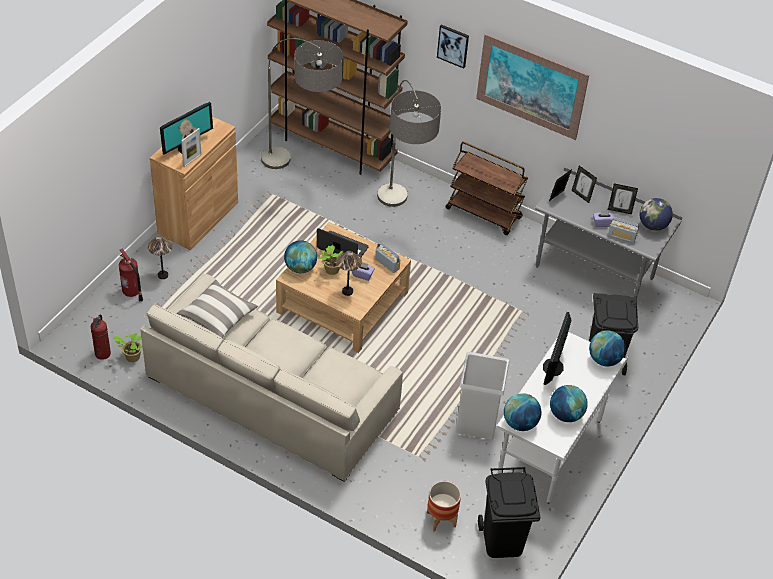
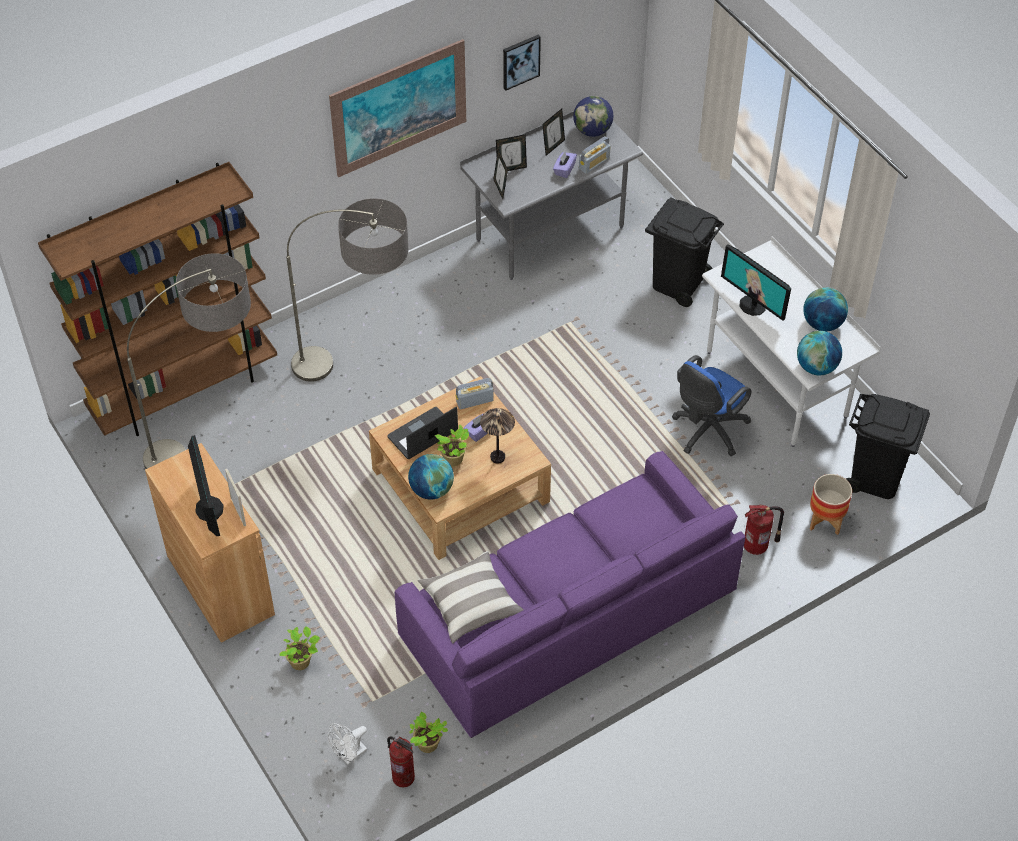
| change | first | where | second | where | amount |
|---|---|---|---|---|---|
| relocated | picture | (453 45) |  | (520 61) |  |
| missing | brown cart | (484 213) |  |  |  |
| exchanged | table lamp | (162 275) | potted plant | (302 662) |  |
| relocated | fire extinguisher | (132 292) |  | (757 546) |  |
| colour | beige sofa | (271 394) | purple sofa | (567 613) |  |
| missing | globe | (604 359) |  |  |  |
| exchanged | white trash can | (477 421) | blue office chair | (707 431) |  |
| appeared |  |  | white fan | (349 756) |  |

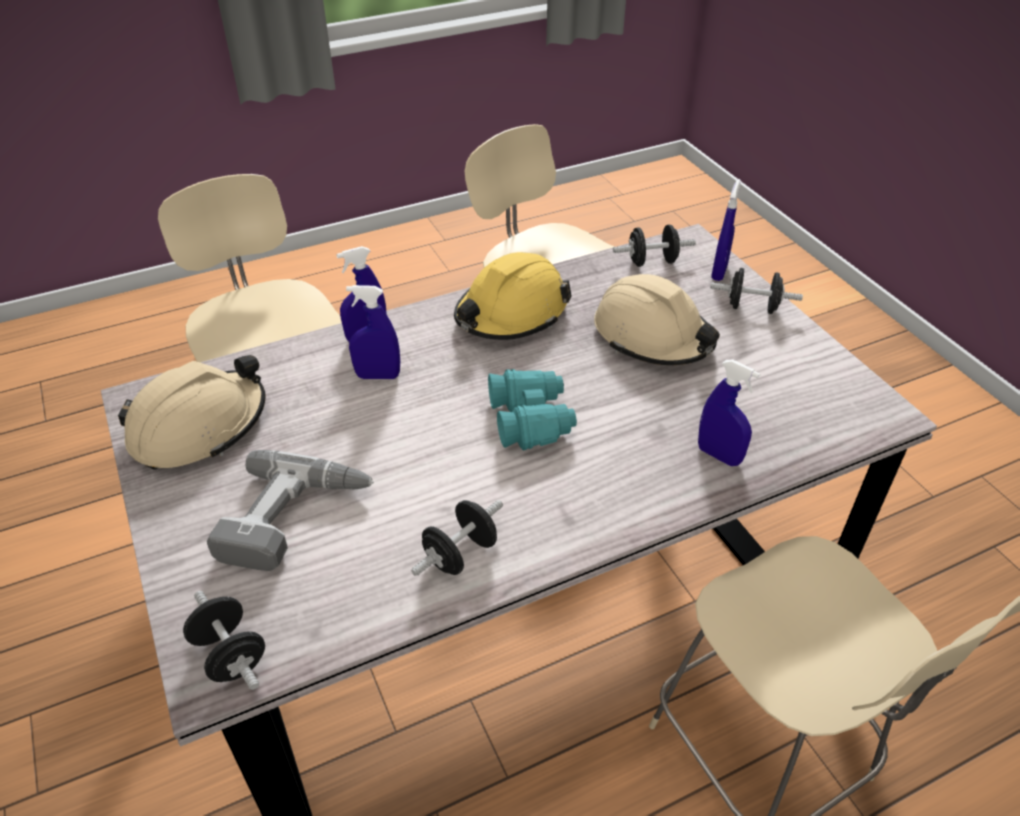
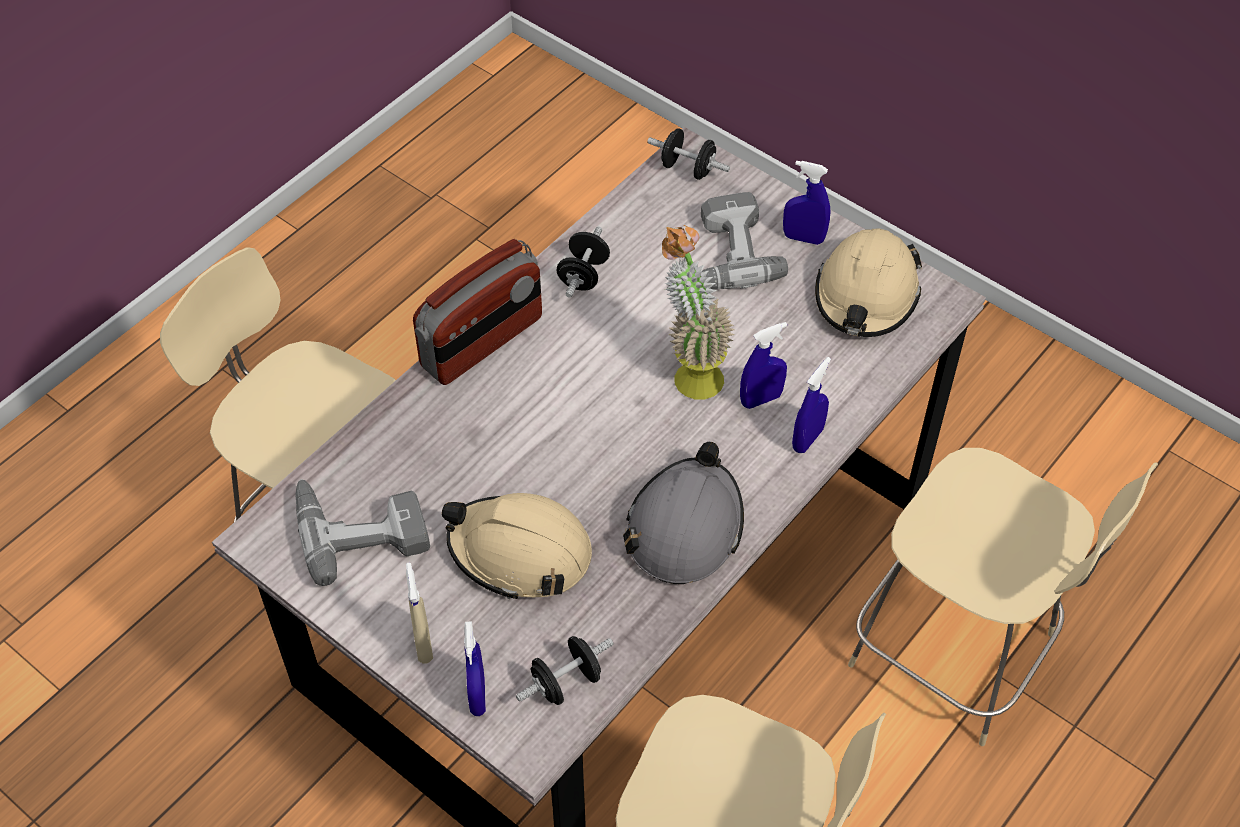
| change | first | where | second | where | amount |
|---|---|---|---|---|---|
| colour | yellow hard hat | (511 313) | grey hard hat | (685 527) |  |
| exchanged | black dumbbell | (752 307) | beige spray bottle | (423 644) |  |
| relocated | blue spray bottle | (719 455) |  | (803 238) |  |
| missing | turquoise binoculars | (531 419) |  |  |  |
| appeared |  |  | potted plant | (690 371) |  |
| appeared |  |  | radio | (483 343) |  |
| appeared |  |  | power drill | (360 527) |  |

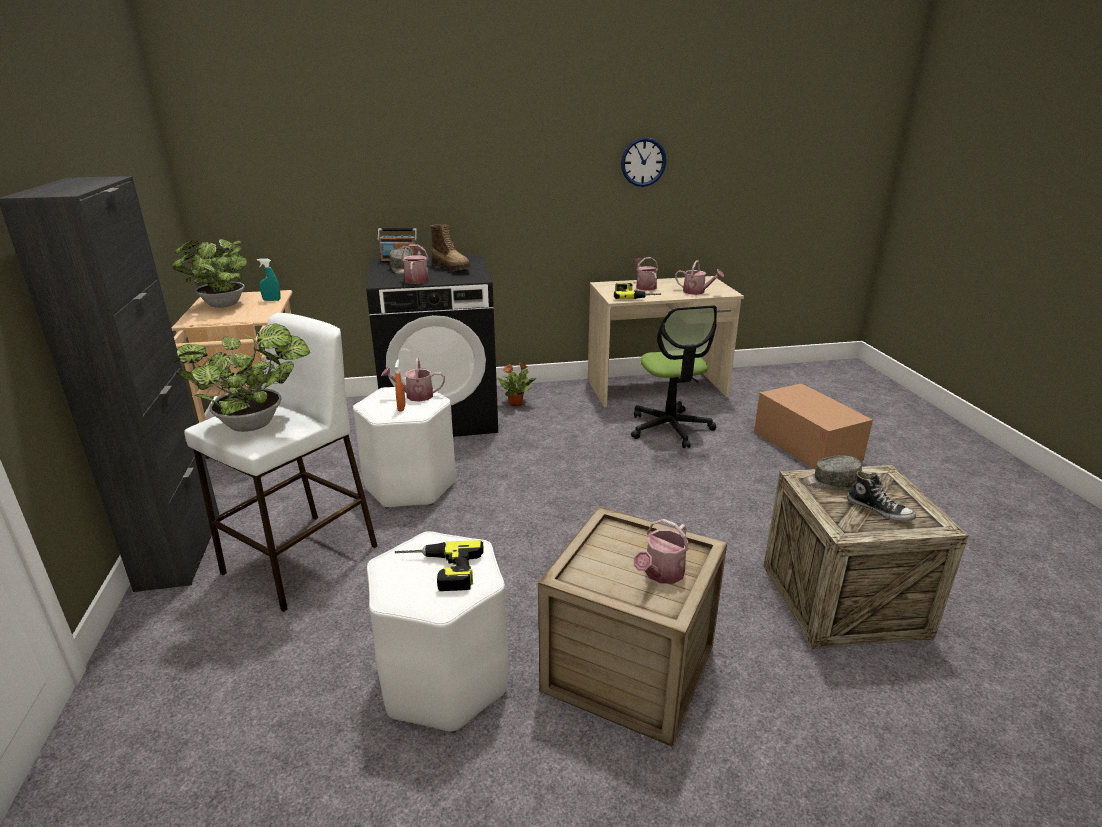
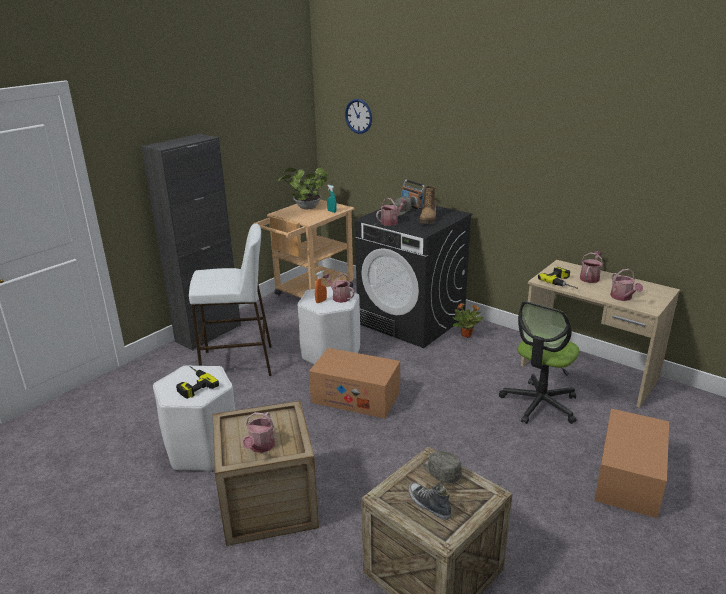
| change | first | where | second | where | amount |
|---|---|---|---|---|---|
| relocated | wall clock | (643 162) |  | (358 116) |  |
| missing | potted plant | (256 424) |  |  |  |
| spun | shoe | (879 510) |  | (428 504) | 135 degrees clockwise |
| spun | watering can | (661 574) |  | (260 447) | 75 degrees counterclockwise |
| appeared |  |  | cardboard box | (355 397) |  |

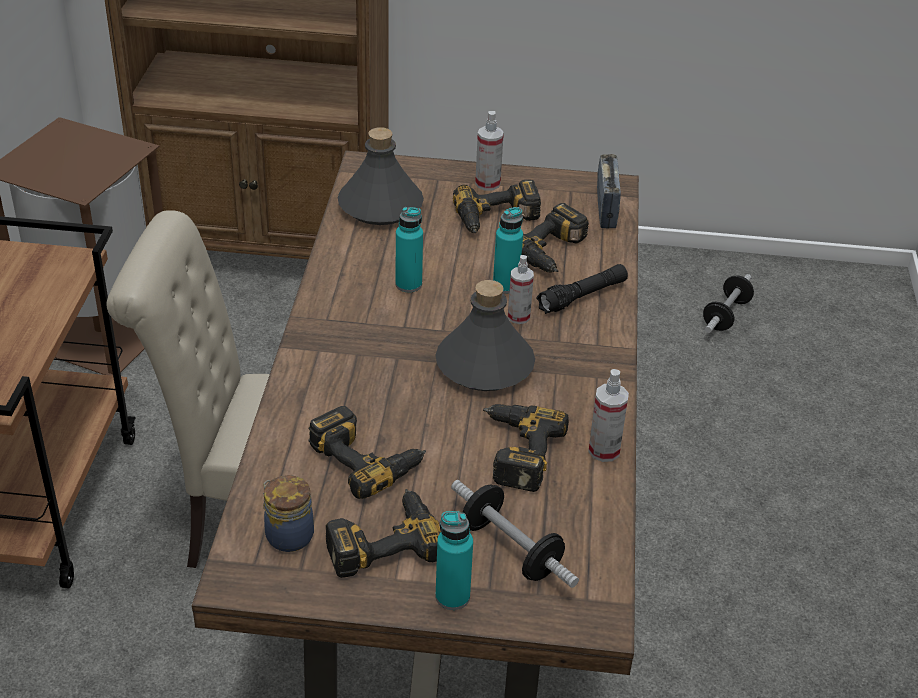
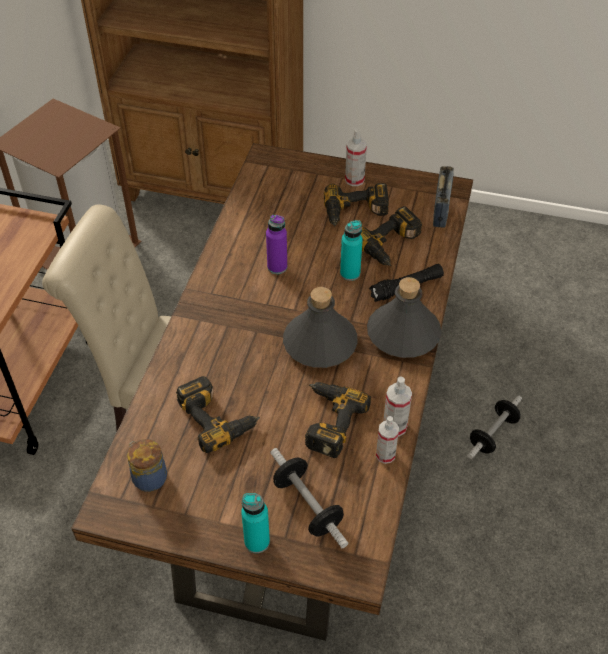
| change | first | where | second | where | amount |
|---|---|---|---|---|---|
| relocated | grey bottle | (380 206) |  | (403 334) |  |
| colour | turquoise bottle | (408 284) | purple bottle | (277 267) |  |
| relocated | spray bottle | (518 316) |  | (385 455) |  |
| relocated | dumbbell | (726 315) |  | (493 434) |  |
| missing | power drill | (382 540) |  |  |  |

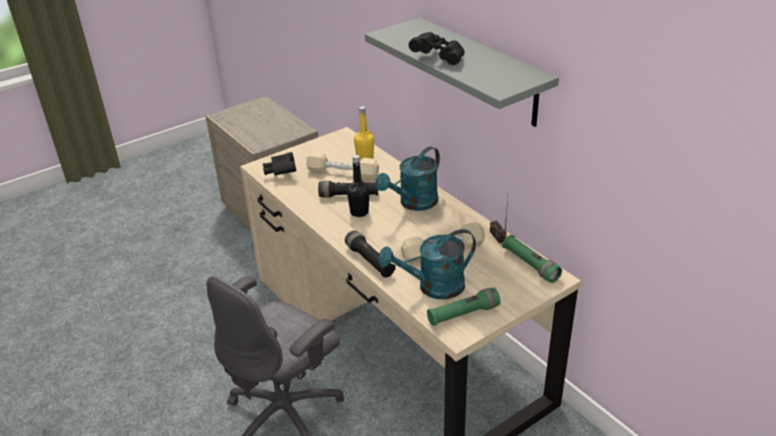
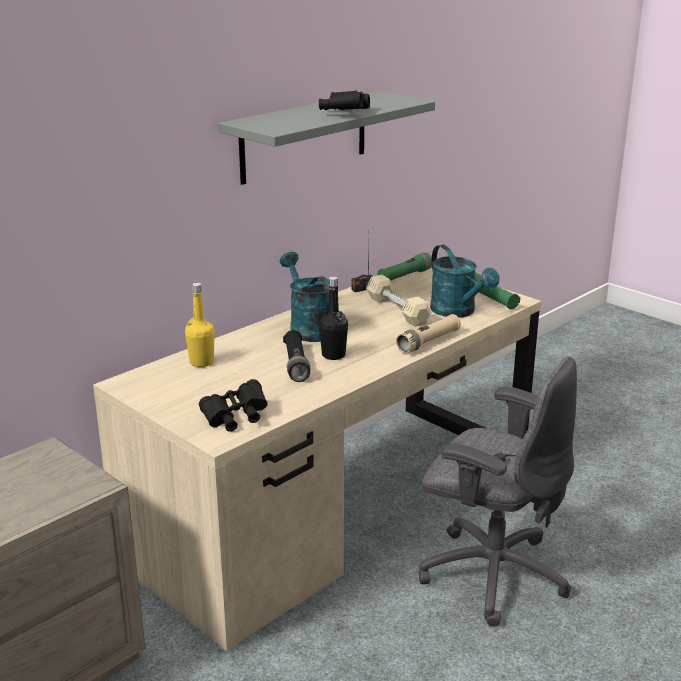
| change | first | where | second | where | amount |
|---|---|---|---|---|---|
| spun | turquoise watering can | (413 203) |  | (308 328) | 150 degrees counterclockwise |
| missing | beige dumbbell | (343 173) |  |  |  |
| colour | black flashlight | (369 261) | beige flashlight | (428 342) |  |

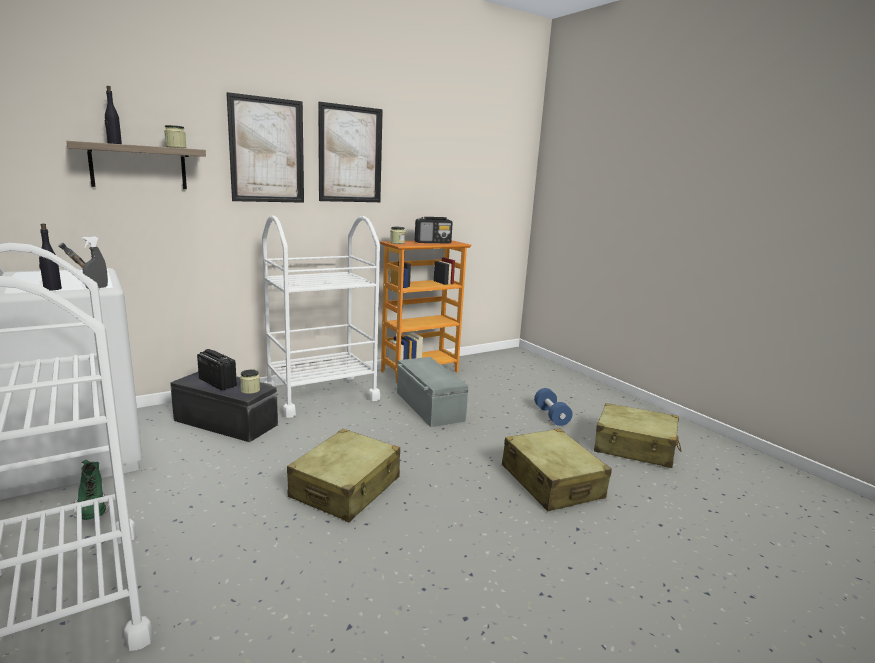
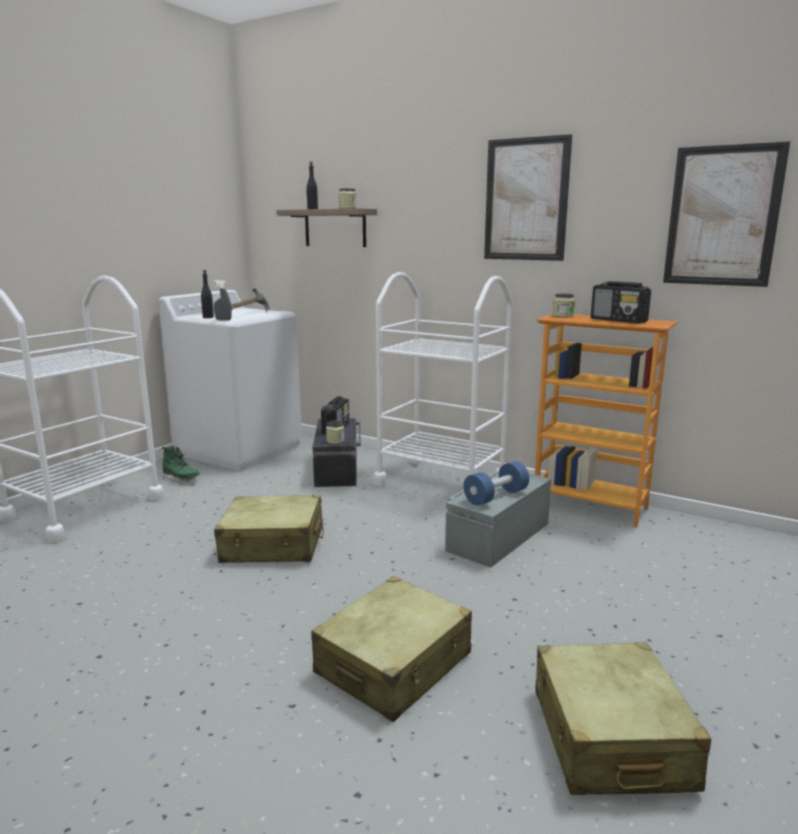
| change | first | where | second | where | amount |
|---|---|---|---|---|---|
| relocated | picture | (267 150) |  | (722 216) |  |
| relocated | blue dumbbell | (551 416) |  | (496 496) |  |
| spun | green boot | (93 511) |  | (181 479) | 90 degrees counterclockwise |

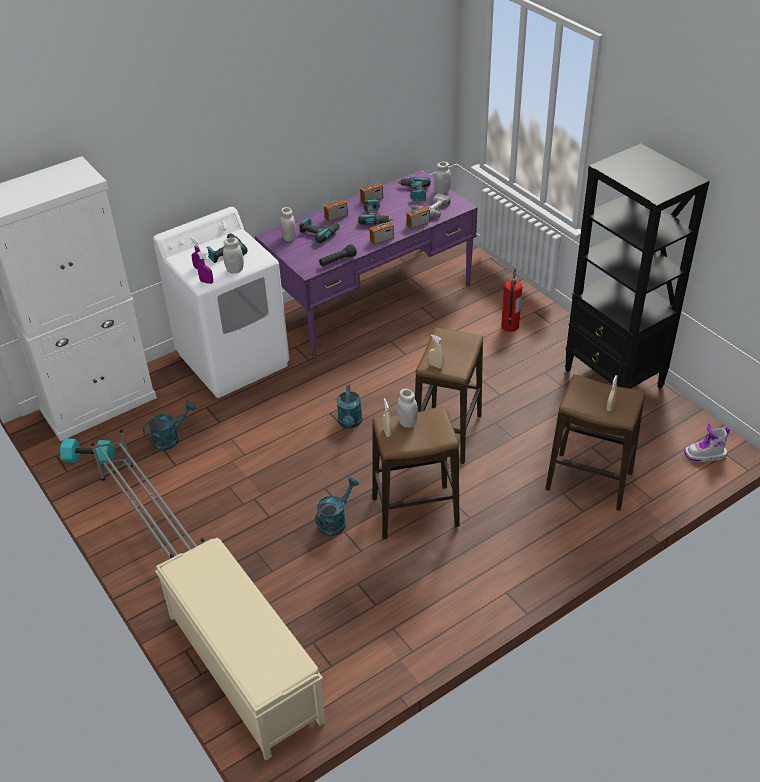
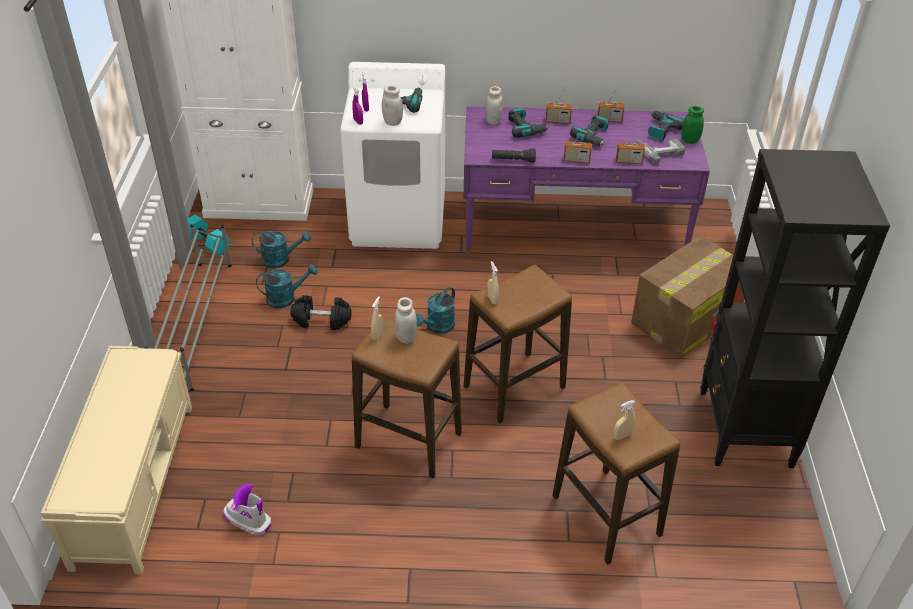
| change | first | where | second | where | amount |
|---|---|---|---|---|---|
| colour | white jar | (442 191) | green jar | (690 140) |  |
| exchanged | fire extinguisher | (510 326) | cardboard box | (686 318) |  |
| relocated | boot | (705 455) |  | (247 520) |  |
| relocated | turquoise watering can | (335 521) |  | (286 298) |  |
| appeared |  |  | black dumbbell | (321 321) |  |

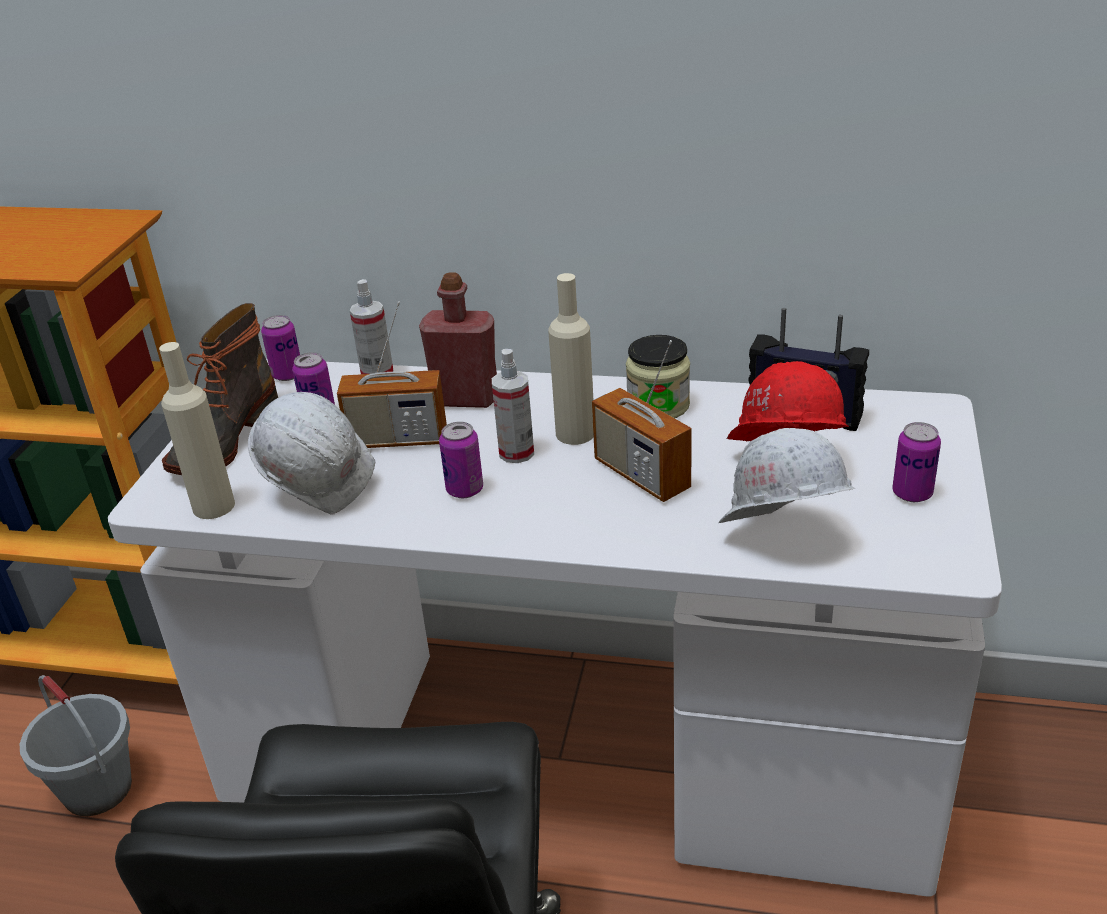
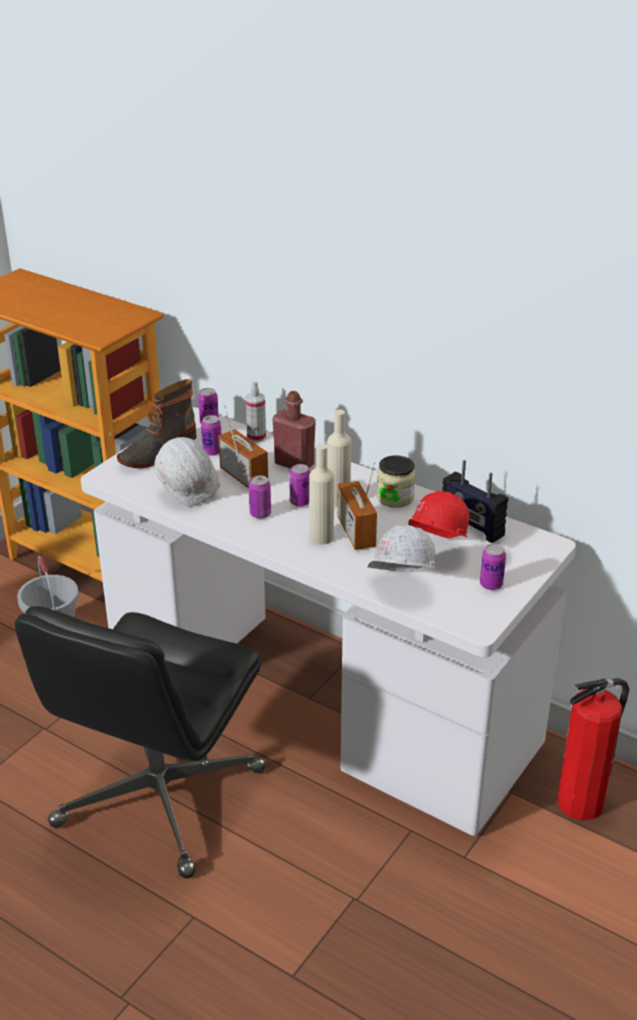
| change | first | where | second | where | amount |
|---|---|---|---|---|---|
| spun | radio | (398 439) |  | (244 477) | 150 degrees counterclockwise |
| relocated | beige bottle | (214 506) |  | (321 537) |  |
| exchanged | spray bottle | (516 453) | can | (300 502) |  |
| appeared |  |  | fire extinguisher | (581 802) |  |

